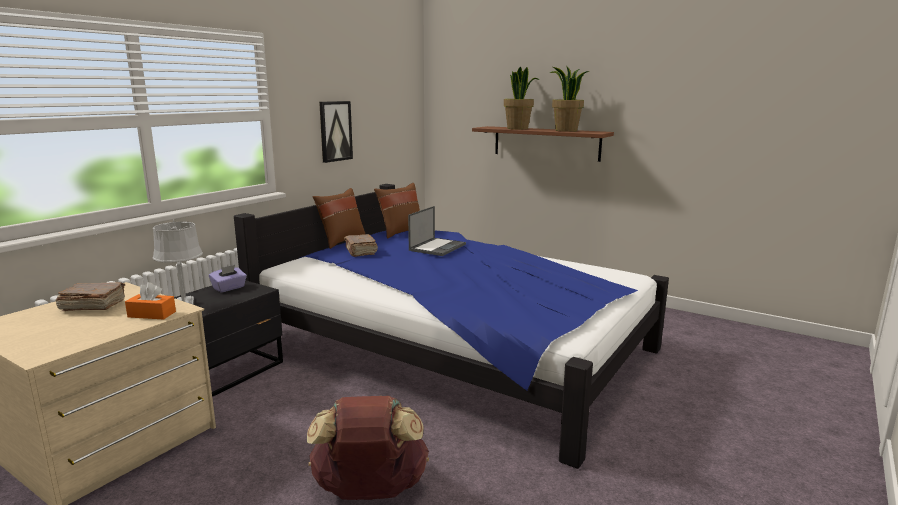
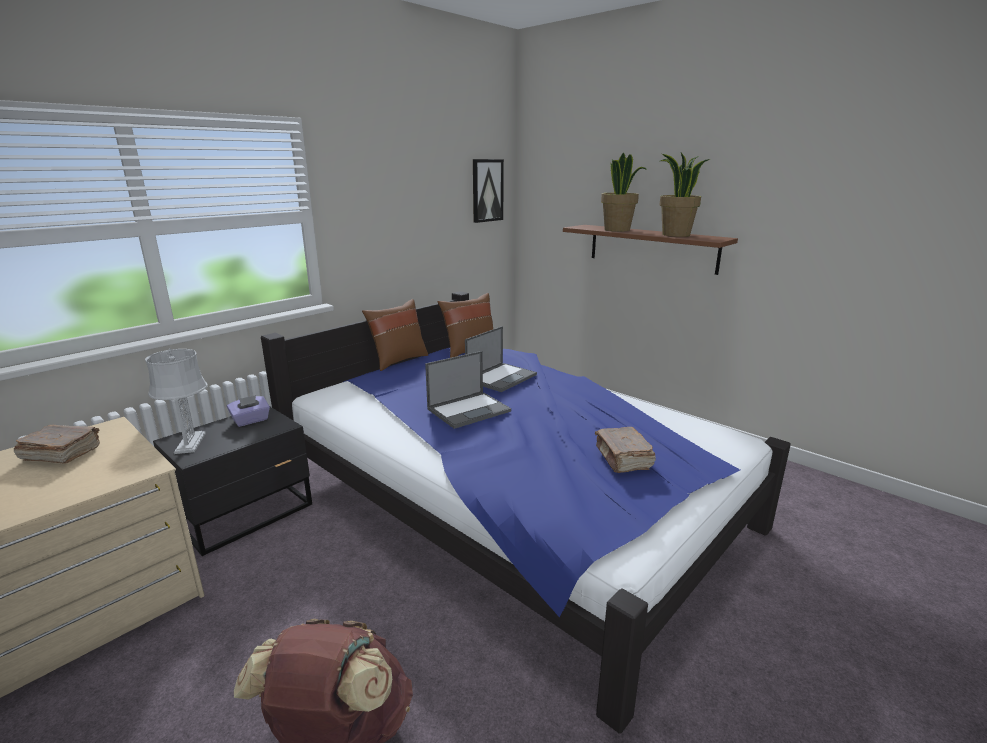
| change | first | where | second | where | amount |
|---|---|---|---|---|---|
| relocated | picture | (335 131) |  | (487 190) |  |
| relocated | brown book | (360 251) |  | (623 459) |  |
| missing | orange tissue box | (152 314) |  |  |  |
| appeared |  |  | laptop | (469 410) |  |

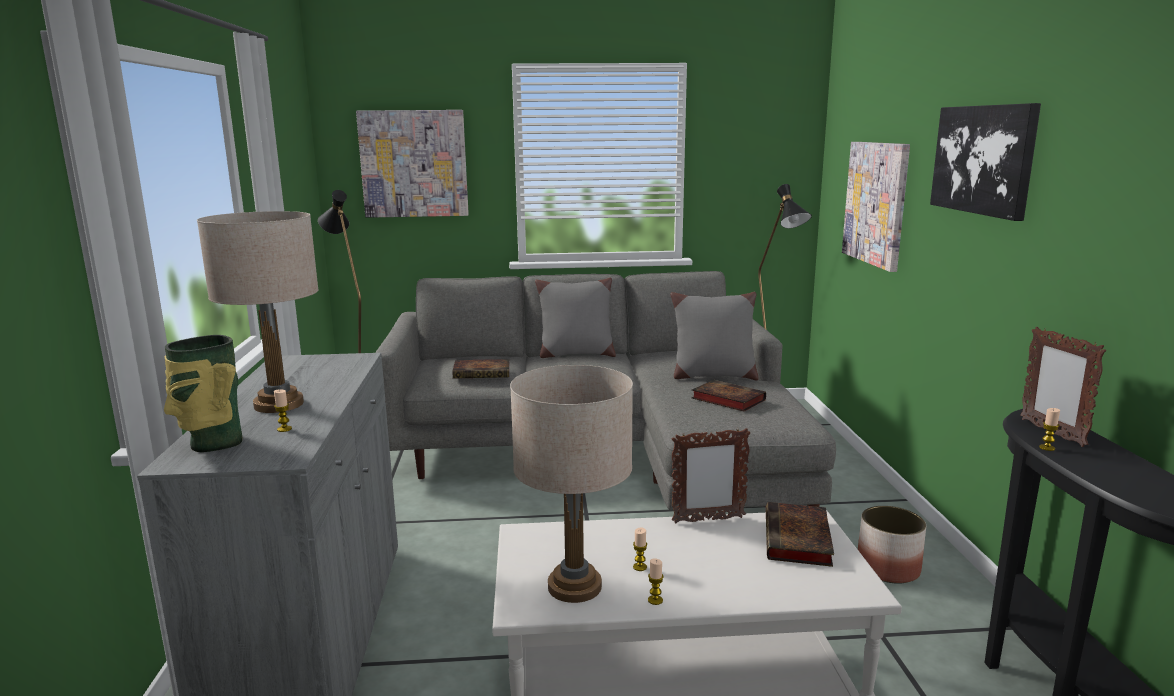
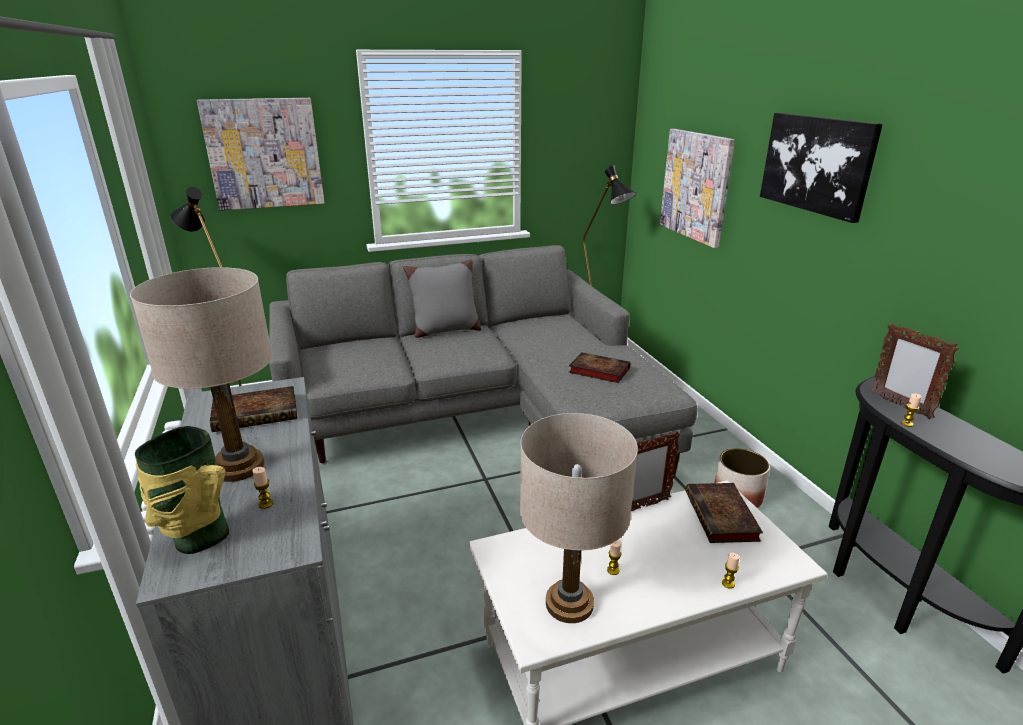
| change | first | where | second | where | amount |
|---|---|---|---|---|---|
| missing | grey pillow | (712 375) |  |  |  |
| relocated | book | (483 373) |  | (258 413) |  |
| relocated | candle | (655 600) |  | (728 583) |  |

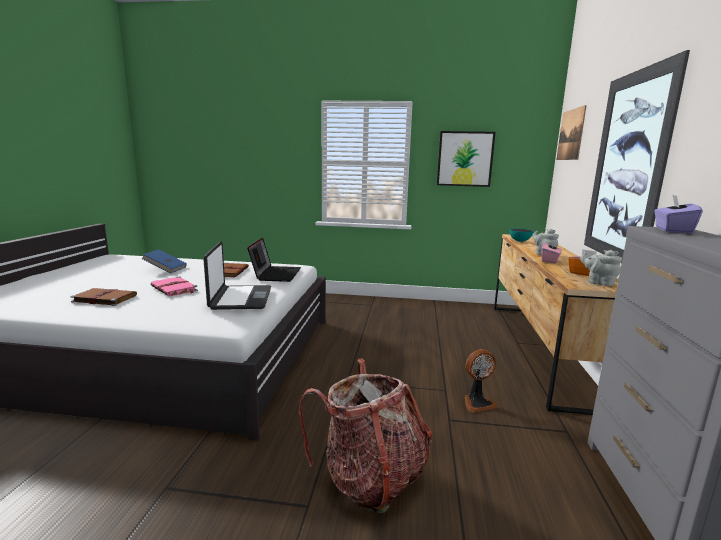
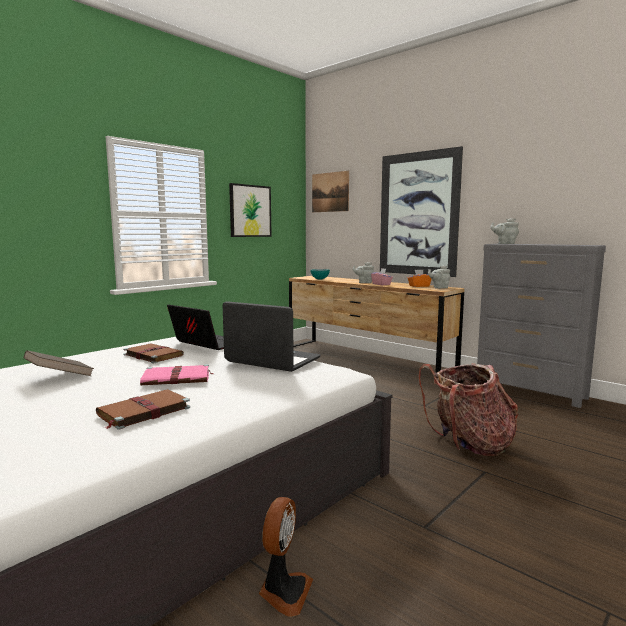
| change | first | where | second | where | amount |
|---|---|---|---|---|---|
| exchanged | purple tissue box | (672 230) | grey teapot | (505 243) |  |
| colour | blue book | (165 269) | brown book | (60 377) |  |
| relocated | fan | (477 403) |  | (284 591) |  |

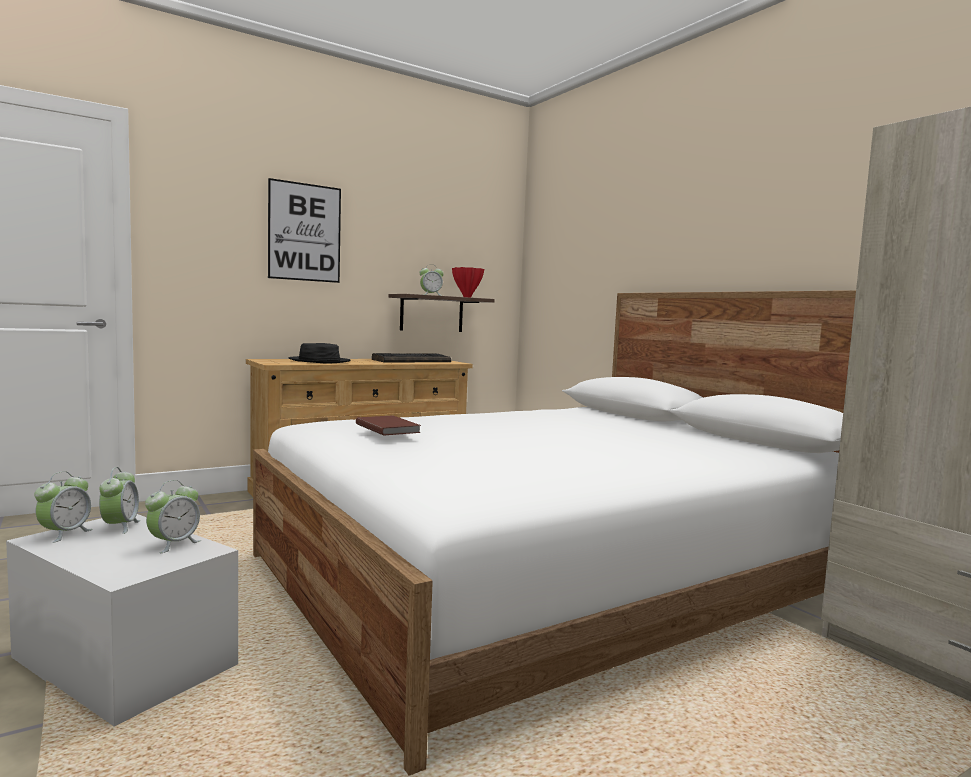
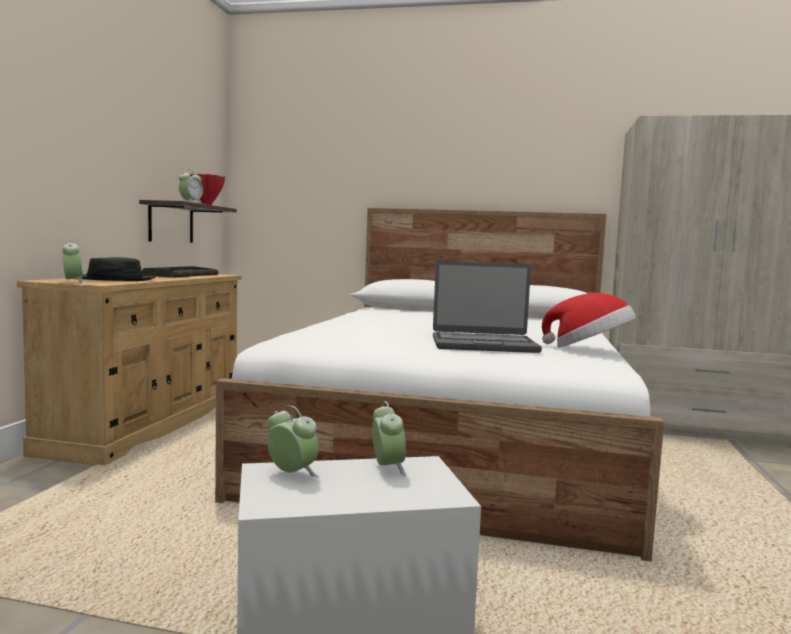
| change | first | where | second | where | amount |
|---|---|---|---|---|---|
| missing | picture | (304 232) |  |  |  |
| missing | brown book | (388 428) |  |  |  |
| relocated | alarm clock | (64 534) |  | (73 282) |  |
| appeared |  |  | laptop | (483 344) |  |
| appeared |  |  | hat | (589 350) |  |

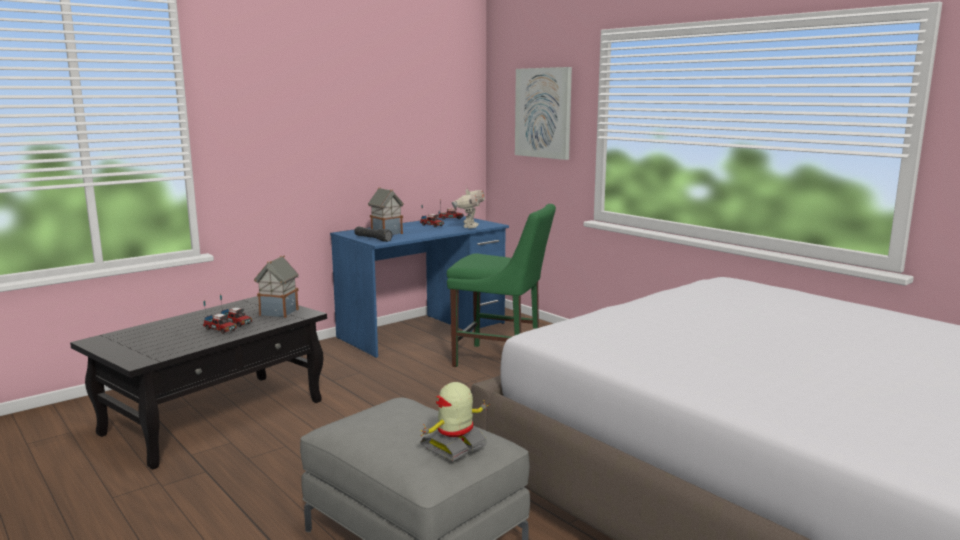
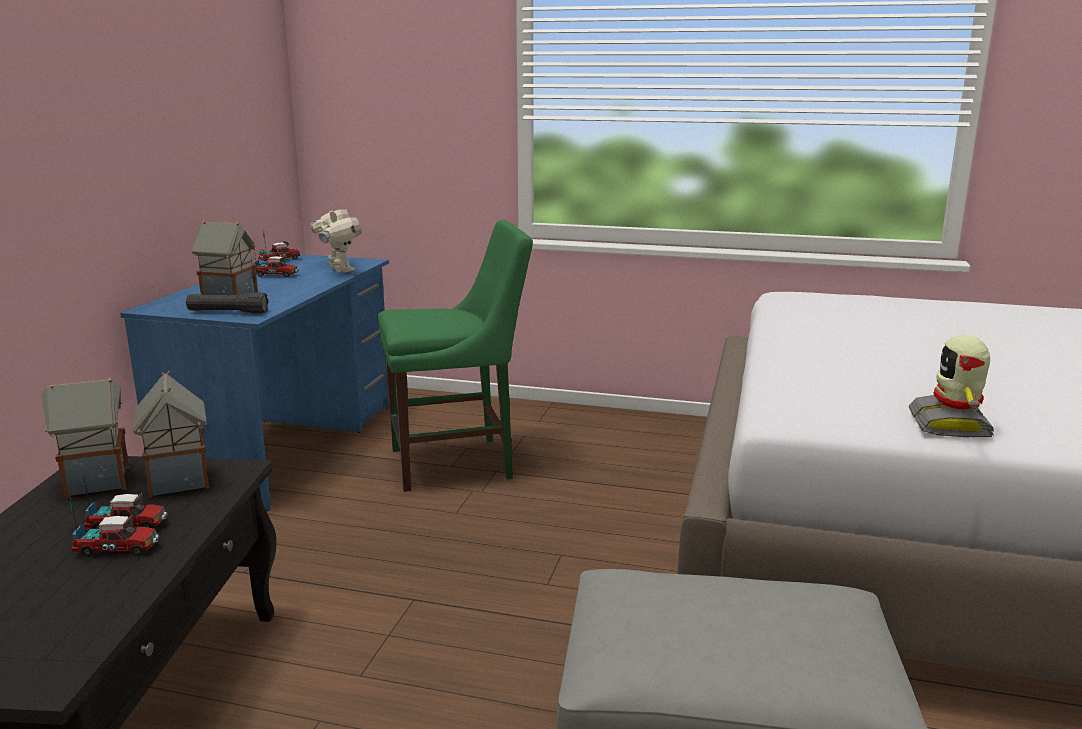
| change | first | where | second | where | amount |
|---|---|---|---|---|---|
| missing | picture | (543 113) |  |  |  |
| relocated | toy robot | (455 447) |  | (951 424) |  |
| appeared |  |  | toy house | (95 482) |  |

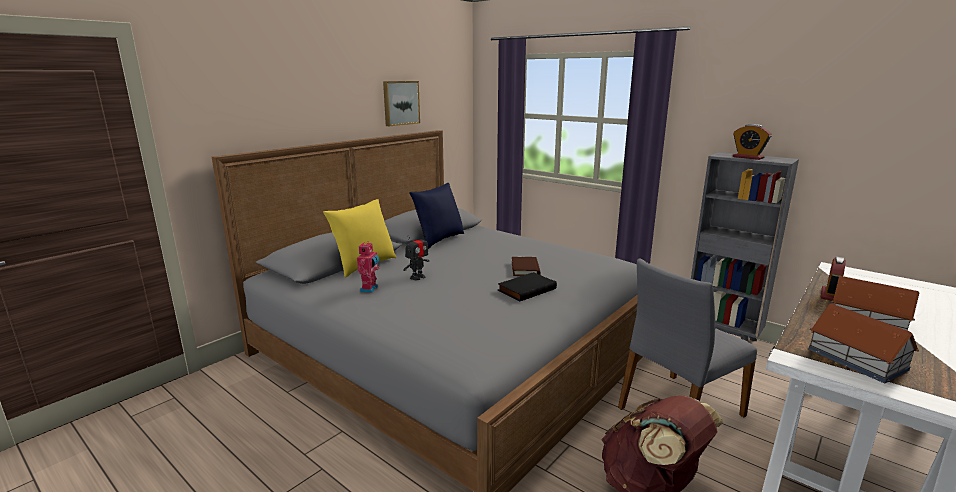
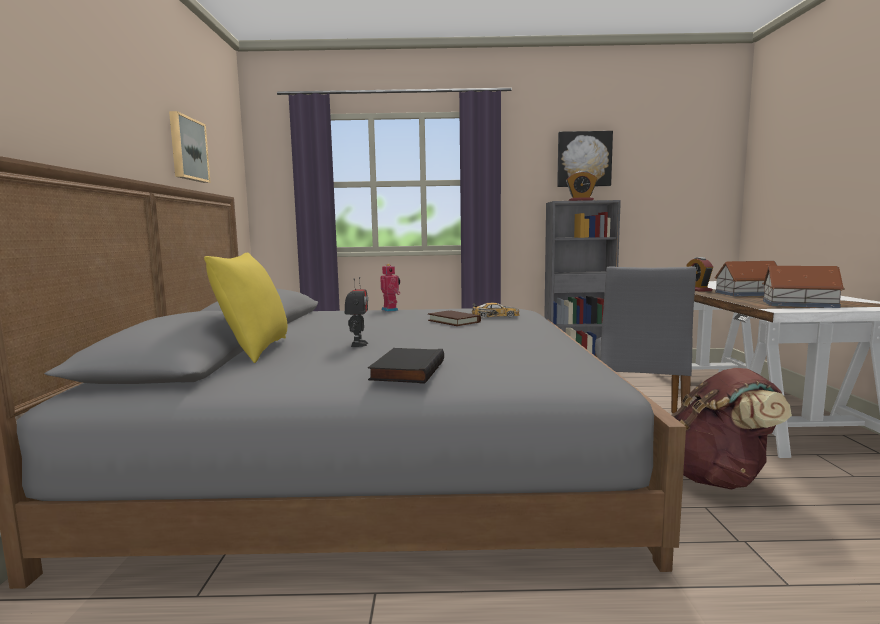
| change | first | where | second | where | amount |
|---|---|---|---|---|---|
| missing | blue pillow | (438 240) |  |  |  |
| relocated | toy robot | (370 289) |  | (391 310) |  |
| relocated | black book | (526 289) |  | (406 370) |  |
| appeared |  |  | picture | (583 159) |  |
| appeared |  |  | toy car | (495 316) |  |

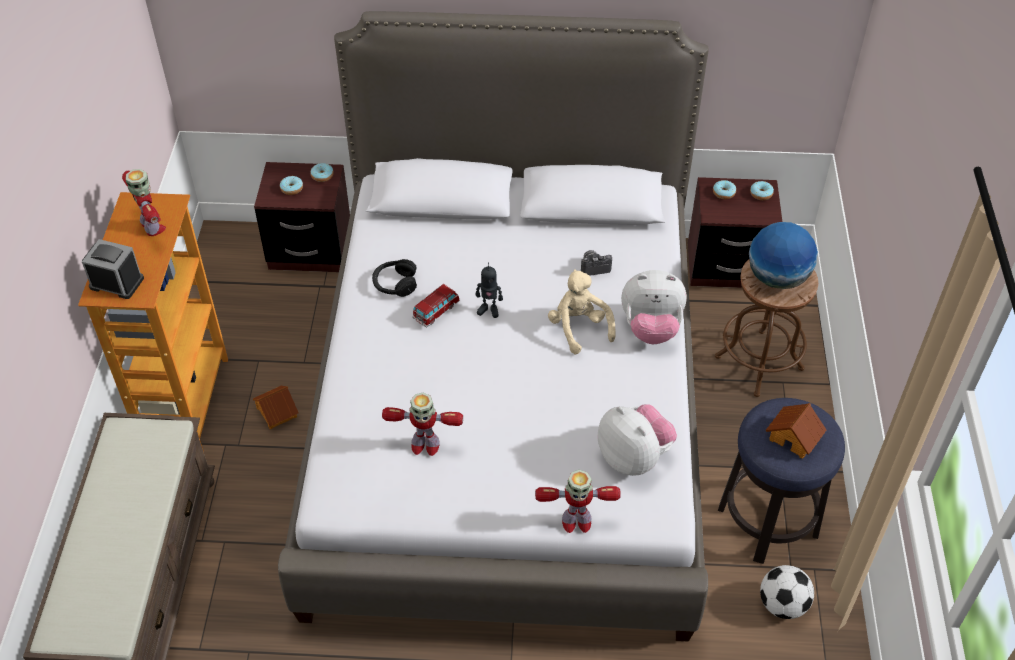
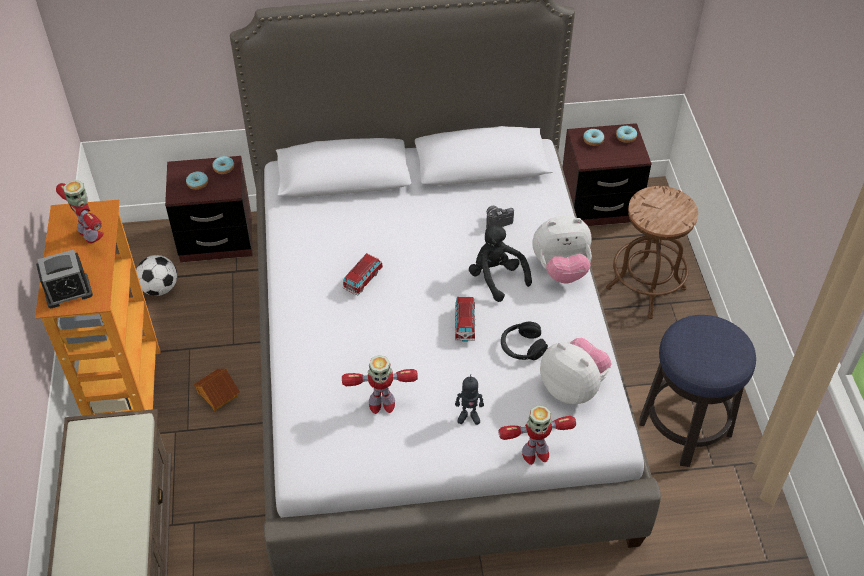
| change | first | where | second | where | amount |
|---|---|---|---|---|---|
| missing | globe | (777 278) |  |  |  |
| spun | alarm clock | (117 283) |  | (68 291) | 150 degrees clockwise |
| relocated | black headphones | (395 284) |  | (522 347) |  |
| relocated | toy robot | (489 310) |  | (468 416) |  |
| colour | beige plush toy | (579 328) | black plush toy | (496 277) |  |
| missing | toy house | (794 437) |  |  |  |
| relocated | football | (782 604) |  | (160 288) |  |
| appeared |  |  | toy car | (464 324) |  |

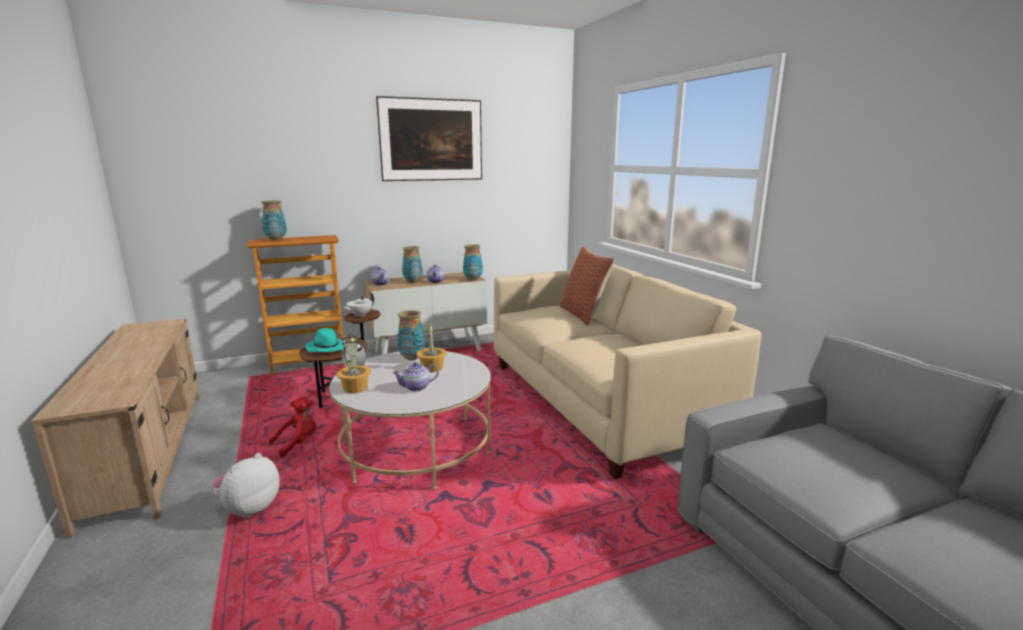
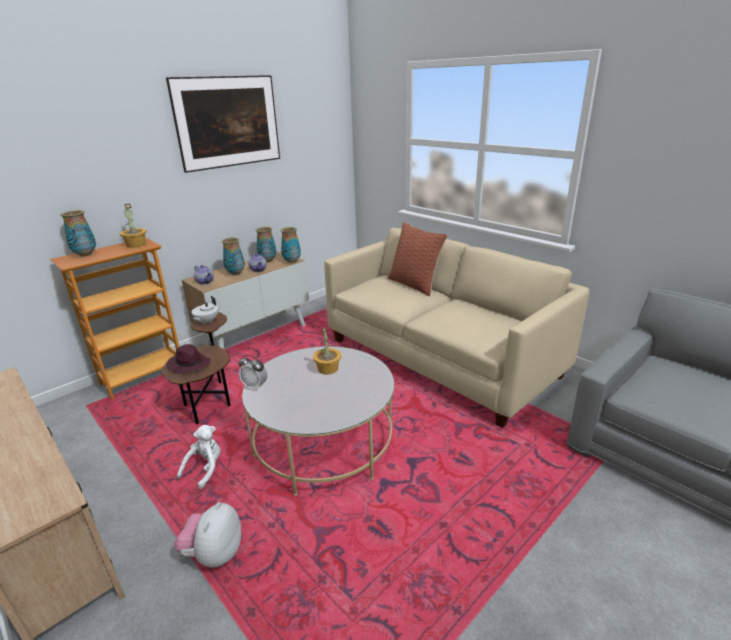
| change | first | where | second | where | amount |
|---|---|---|---|---|---|
| relocated | vase | (412 358) |  | (268 261) |  |
| colour | turquoise hat | (326 348) | purple hat | (189 365) |  |
| relocated | potted plant | (355 388) |  | (136 244) |  |
| missing | teapot | (416 387) |  |  |  |
| colour | red plush toy | (298 443) | white plush toy | (205 469) |  |

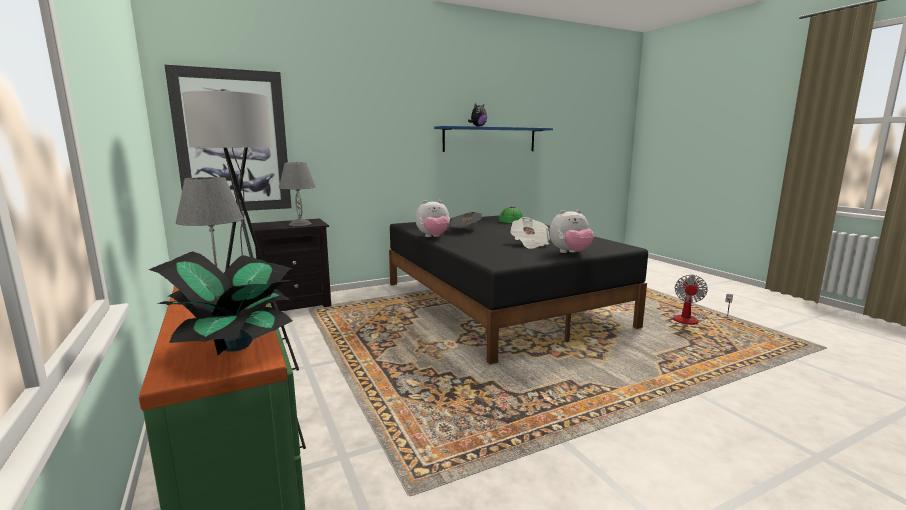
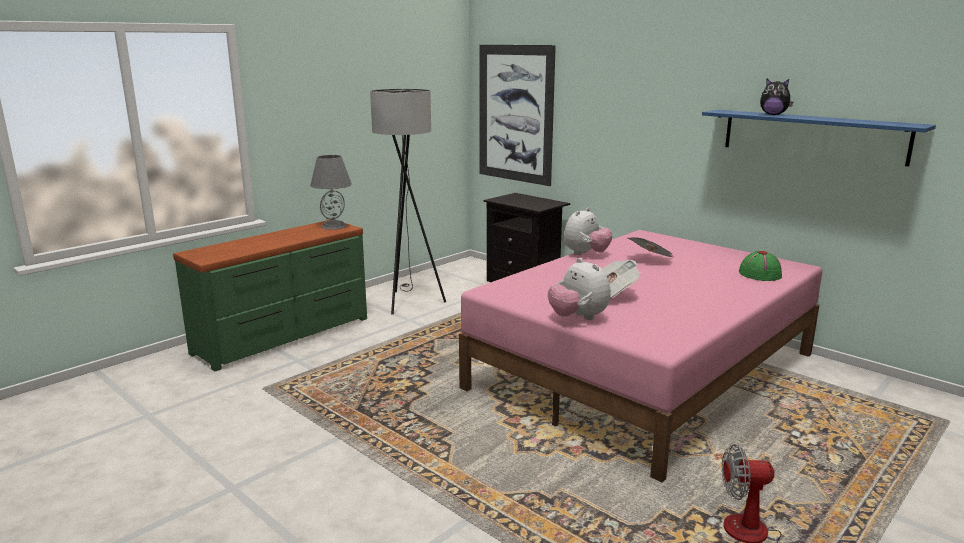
| change | first | where | second | where | amount |
|---|---|---|---|---|---|
| missing | grey table lamp | (300 224) |  |  |  |
| spun | plush toy | (433 237) |  | (586 254) | 105 degrees counterclockwise |
| colour | black bed | (499 303) | pink bed | (645 371) |  |
| missing | potted plant | (237 345) |  |  |  |

